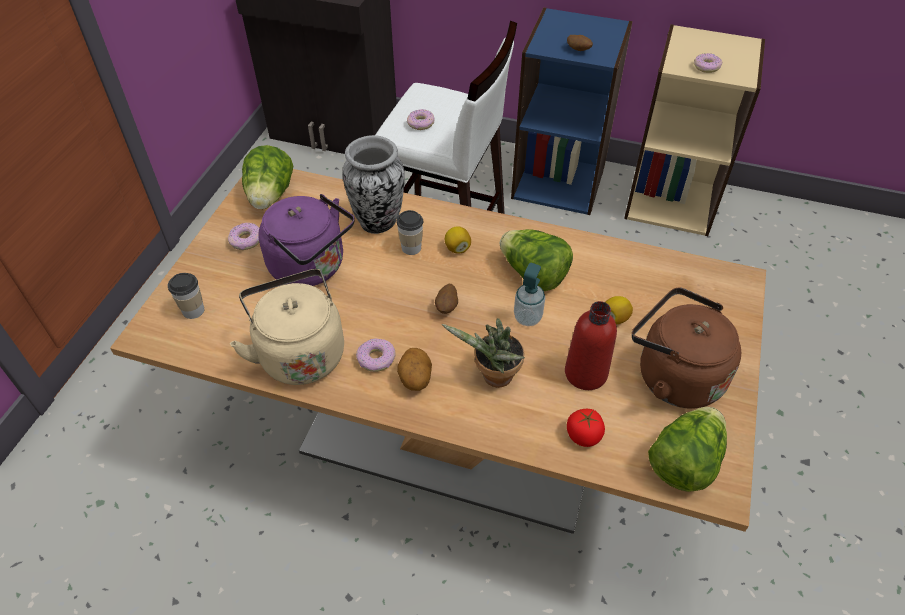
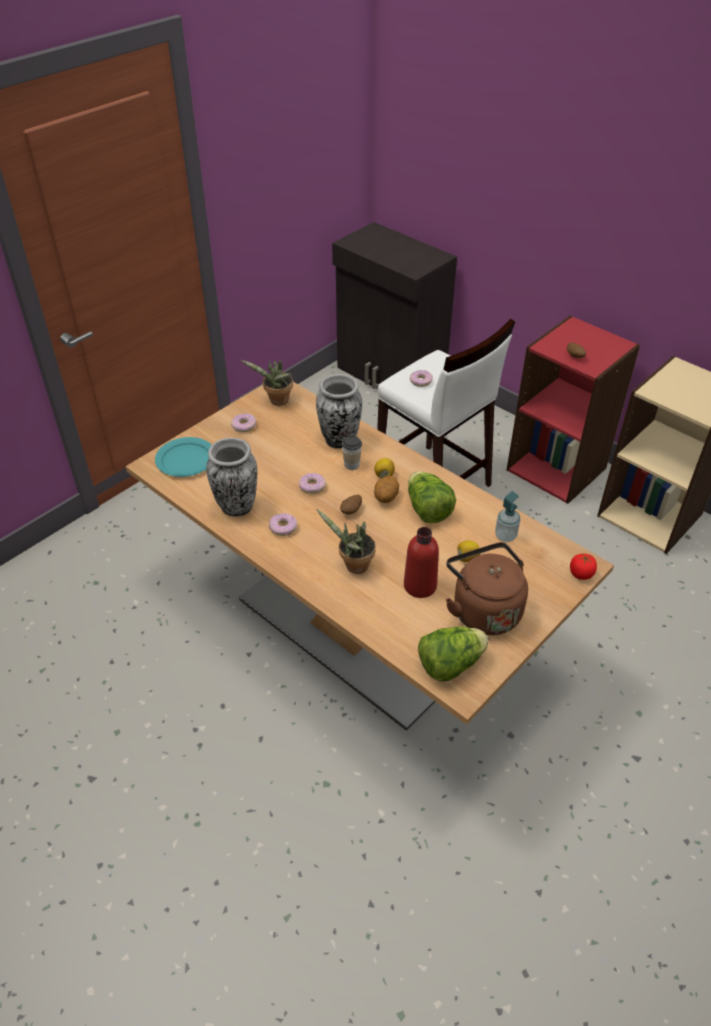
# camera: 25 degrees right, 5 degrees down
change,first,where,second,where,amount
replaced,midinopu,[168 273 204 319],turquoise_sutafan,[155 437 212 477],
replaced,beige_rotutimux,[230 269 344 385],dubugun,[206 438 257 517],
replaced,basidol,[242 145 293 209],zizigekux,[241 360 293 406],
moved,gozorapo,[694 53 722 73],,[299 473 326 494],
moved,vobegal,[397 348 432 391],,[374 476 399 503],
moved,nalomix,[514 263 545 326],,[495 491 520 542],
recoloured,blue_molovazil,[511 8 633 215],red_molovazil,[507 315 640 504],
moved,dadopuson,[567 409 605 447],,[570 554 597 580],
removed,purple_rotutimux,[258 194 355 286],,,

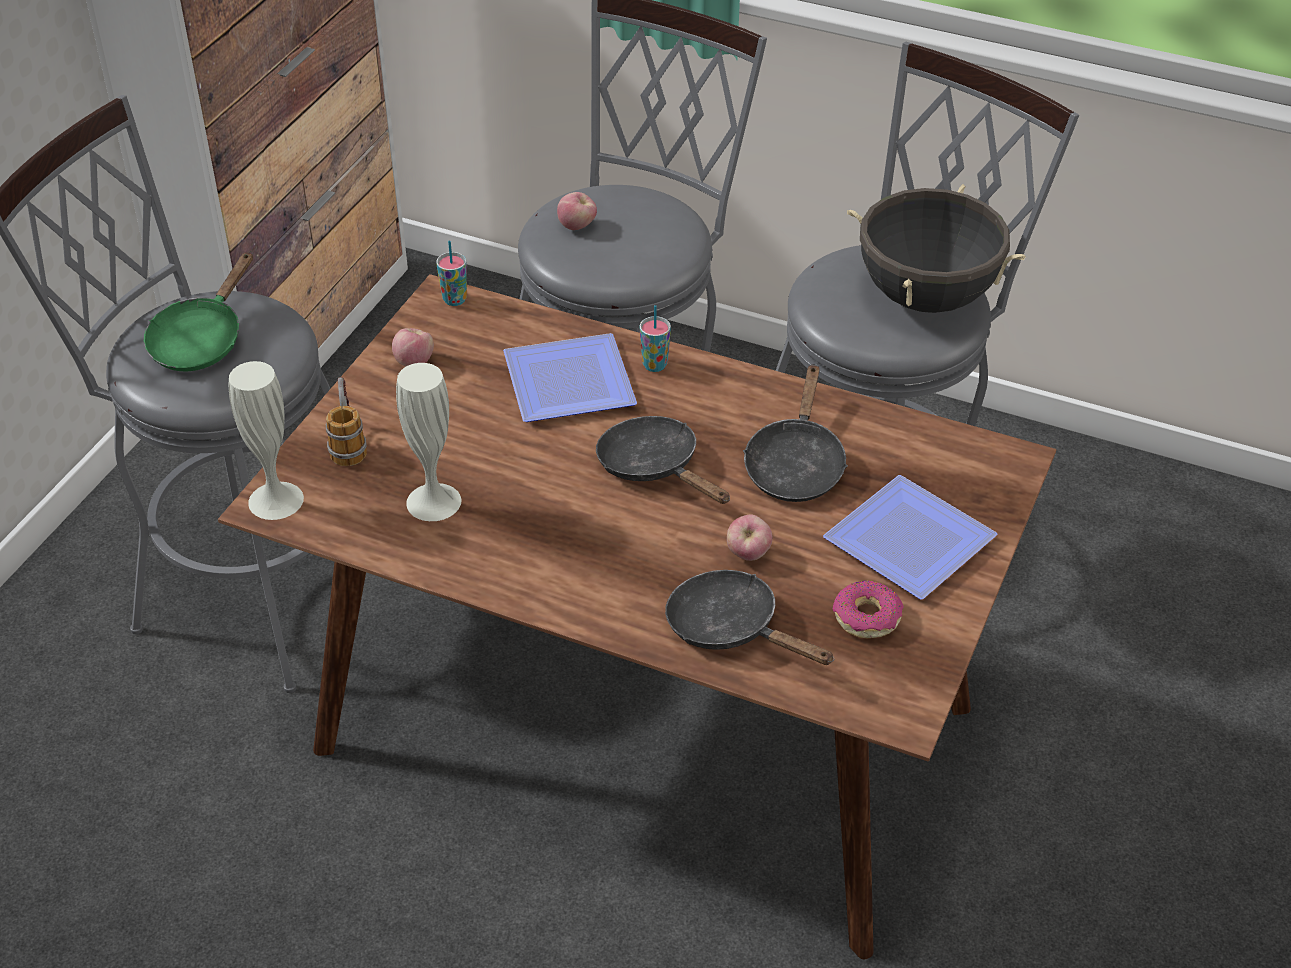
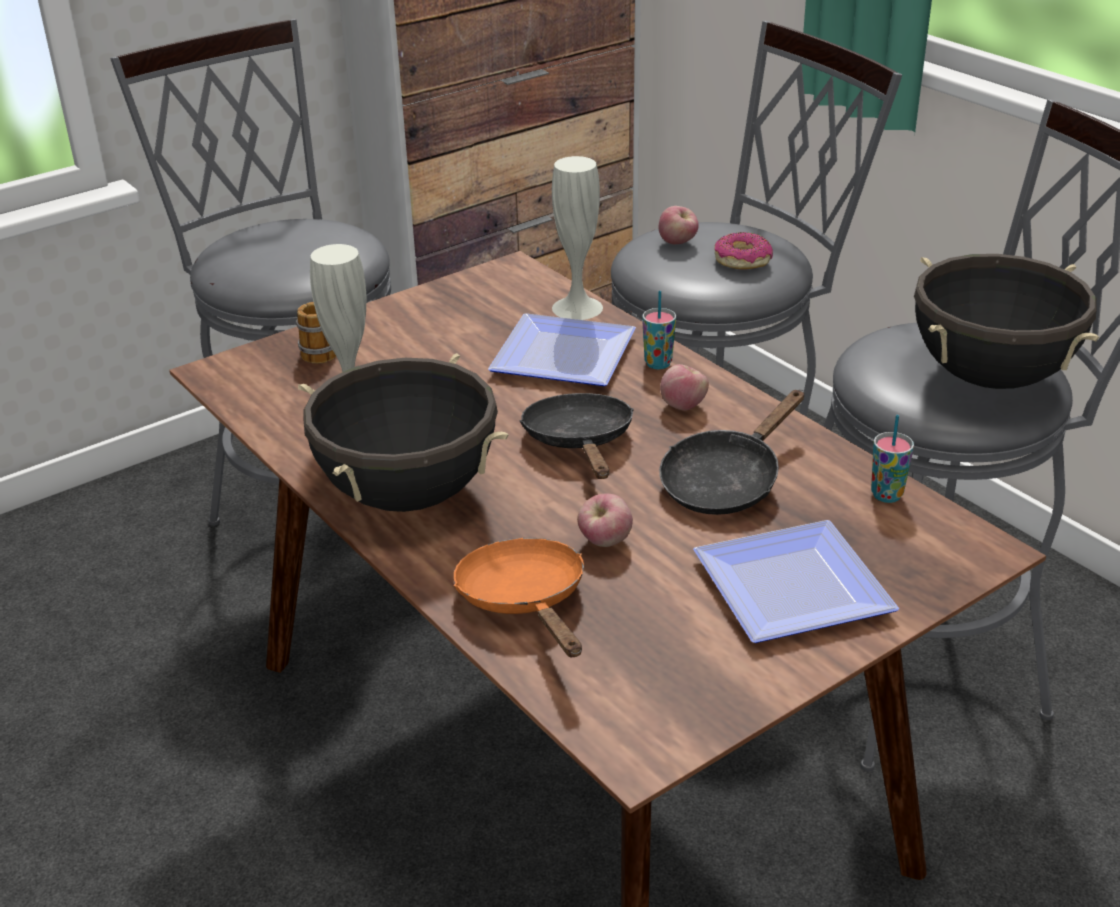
# camera: 30 degrees right, 10 degrees down
change,first,where,second,where,amount
added,,,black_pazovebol,[298 353 509 512],
recoloured,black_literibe,[665 570 834 665],orange_literibe,[454 538 584 657],
moved,white_dubugun,[229 361 304 520],,[552 156 603 320],
moved,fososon,[392 328 434 366],,[660 364 709 411],
moved,gozorapo,[833 580 904 638],,[714 232 773 269],
moved,midinopu,[436 240 467 306],,[871 415 914 503],
removed,green_literibe,[144 251 253 371],,,

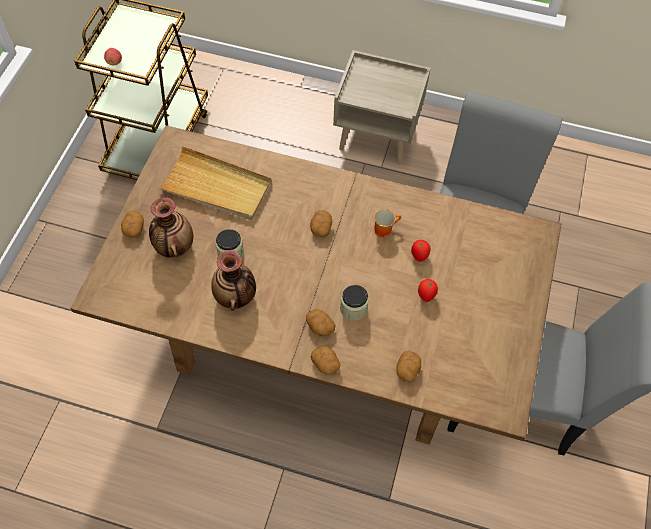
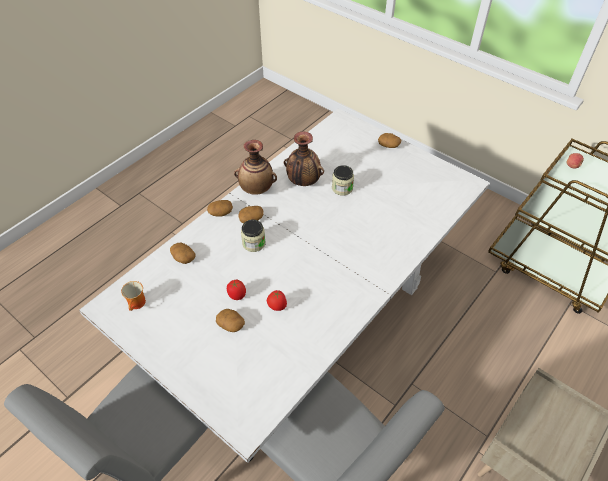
# camera: 115 degrees right, 10 degrees down
change,first,where,second,where,amount
recoloured,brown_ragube,[70 125 561 444],white_ragube,[79 108 490 463],
moved,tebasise,[374 209 401 237],,[121 281 146 311],
moved,vobegal,[310 210 332 237],,[216 309 245 332],
moved,dubugun,[149 197 193 258],,[234 140 277 195],
removed,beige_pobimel,[157 146 272 220],,,

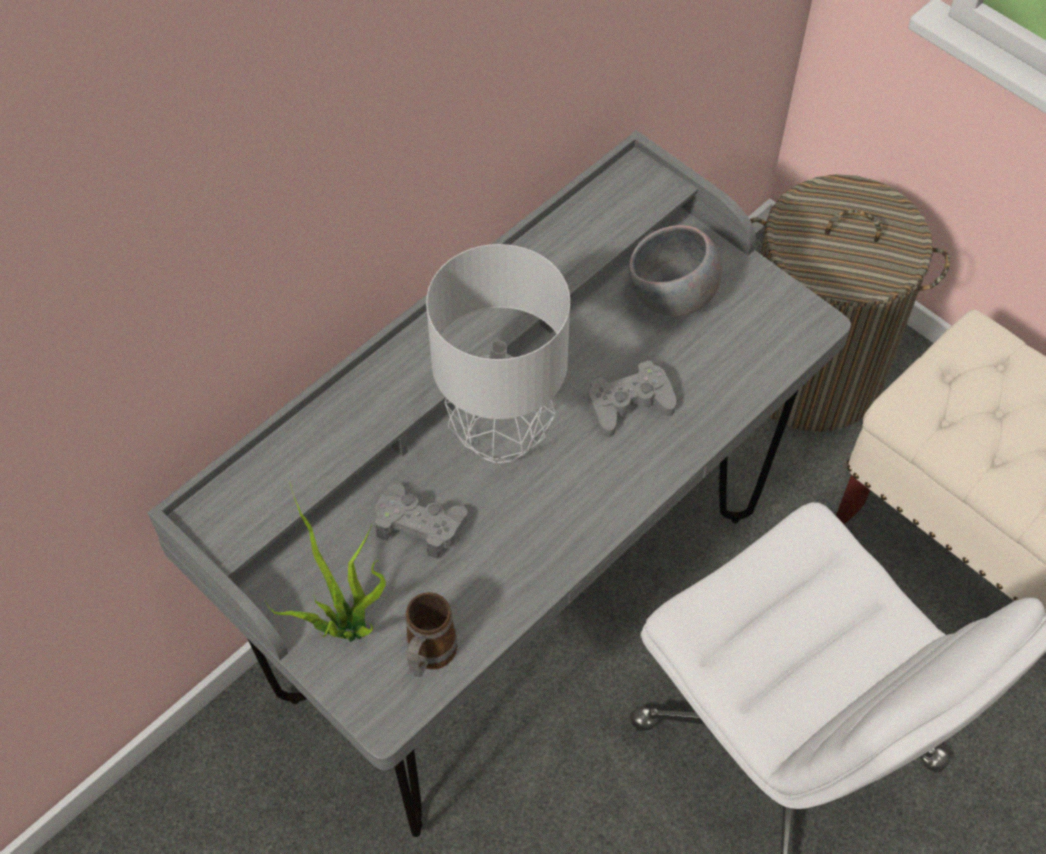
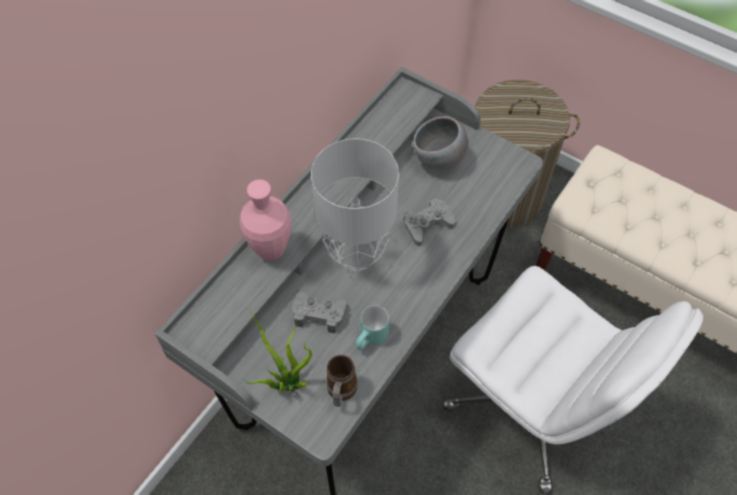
# camera: 10 degrees left, 0 degrees up
change,first,where,second,where,amount
added,,,pink_dubugun,[239 179 292 261],
added,,,turquoise_tebasise,[355 305 389 350],

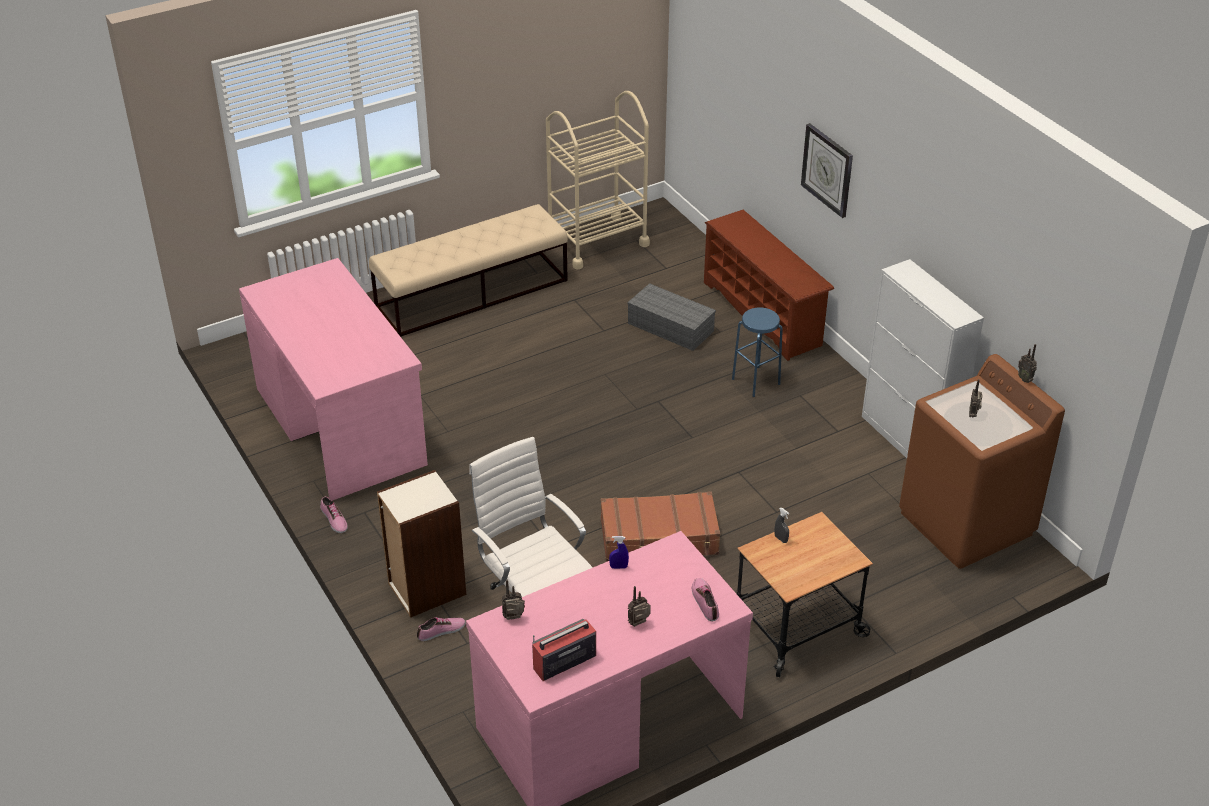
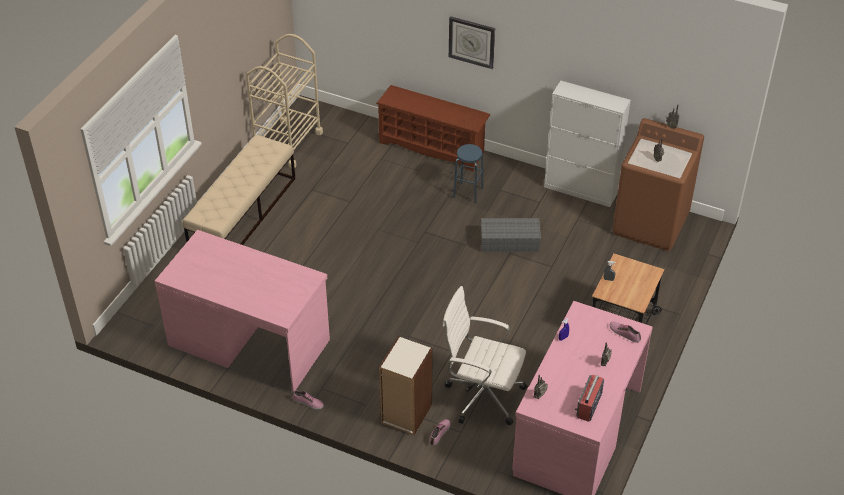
# camera: 35 degrees left, 5 degrees up
change,first,where,second,where,amount
moved,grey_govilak,[627 283 716 351],,[481 218 541 252],
removed,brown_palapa,[601 491 720 562],,,

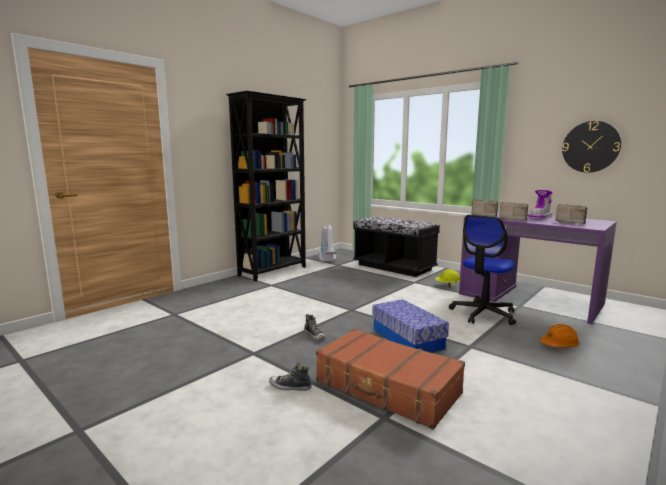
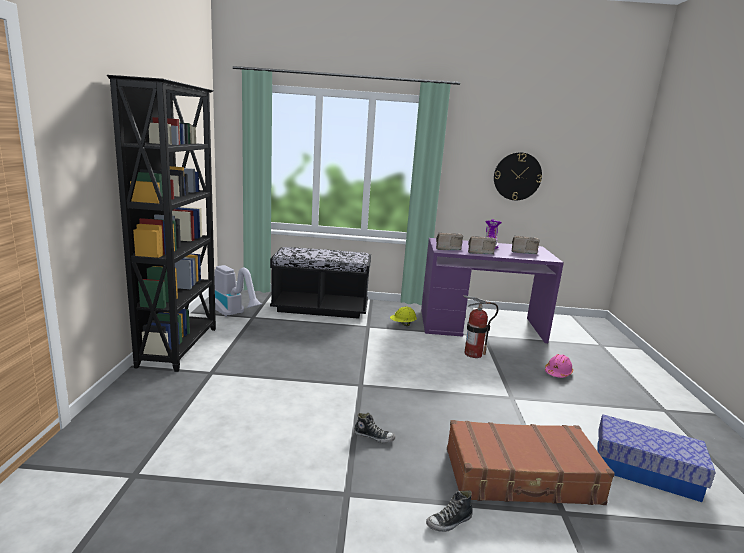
# camera: 40 degrees left, 5 degrees up
change,first,where,second,where,amount
replaced,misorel,[449 215 516 325],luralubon,[463 295 498 358],
recoloured,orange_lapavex,[540 324 580 348],pink_lapavex,[545 354 573 378],
moved,govilak,[372 299 449 353],,[597 414 716 502],

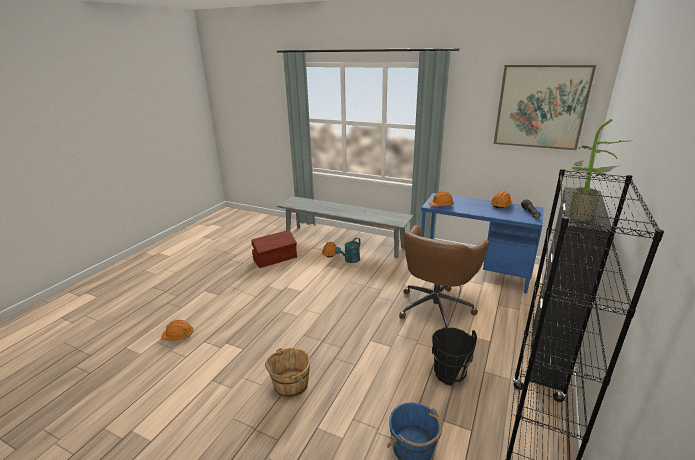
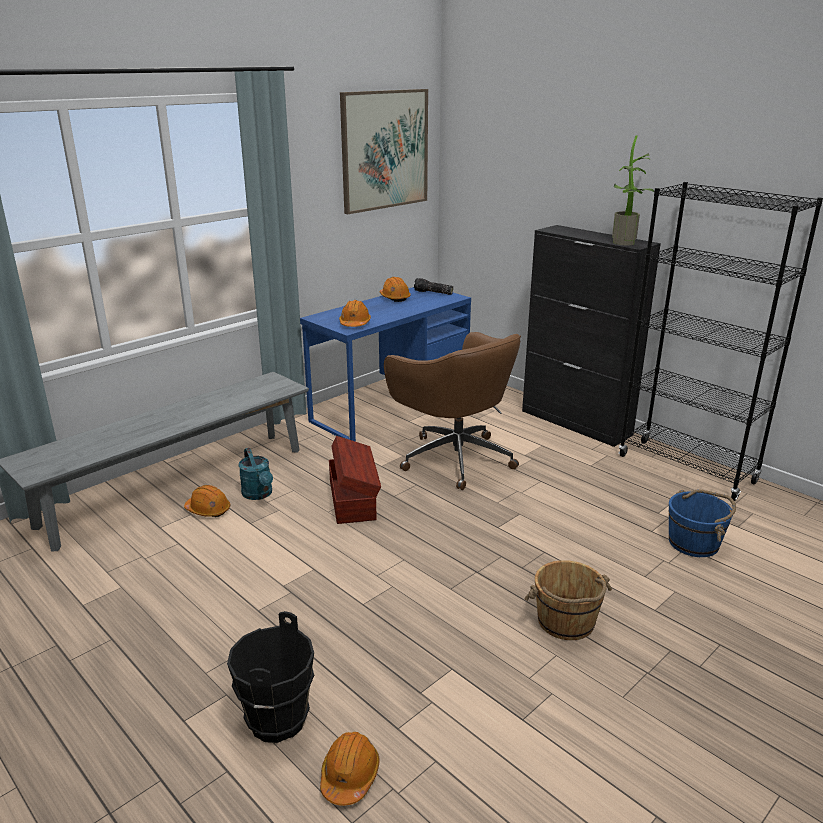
# camera: 70 degrees left, 0 degrees up
change,first,where,second,where,amount
moved,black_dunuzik,[432 328 477 386],,[227 611 314 743],
moved,brown_govilak,[251 230 297 268],,[329 436 381 524],

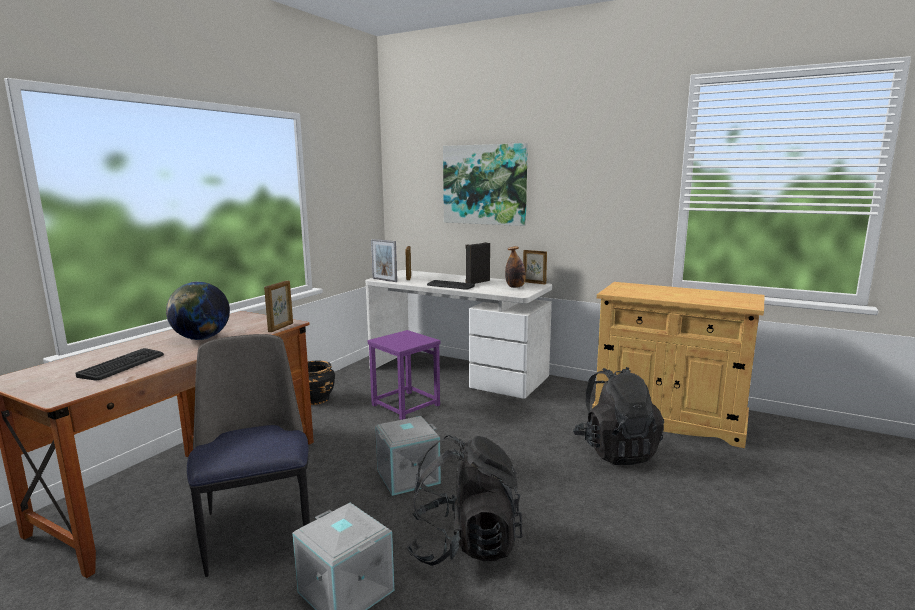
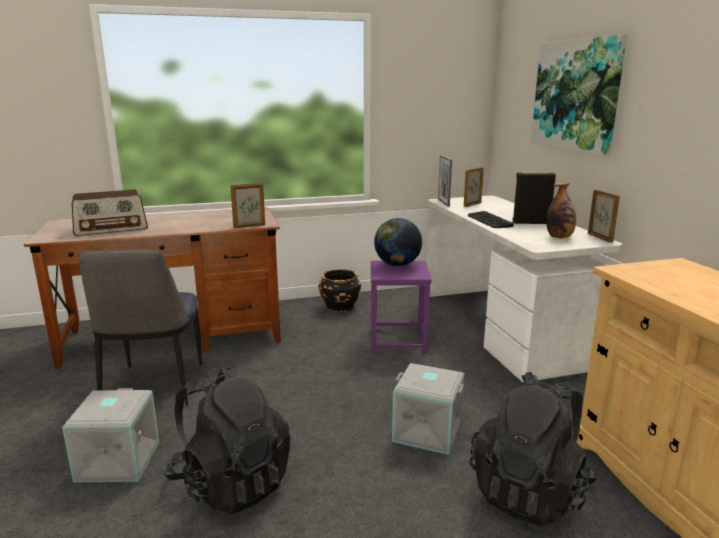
# camera: 45 degrees right, 5 degrees up
change,first,where,second,where,amount
replaced,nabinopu,[75 348 164 380],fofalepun,[72 189 148 236],
turned,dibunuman,[187 334 310 577],,[78 249 202 406],150 degrees clockwise
moved,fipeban,[166 282 230 340],,[374 218 422 267],
moved,grey_govilak,[375 416 441 496],,[392 363 464 455],

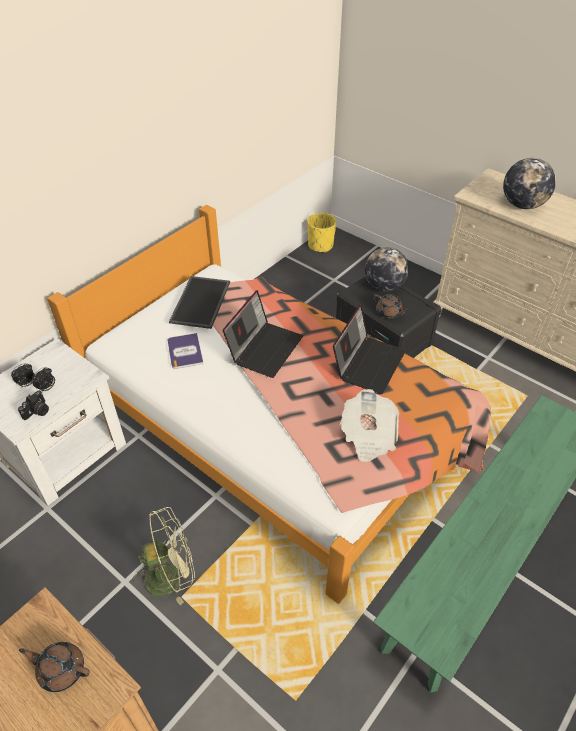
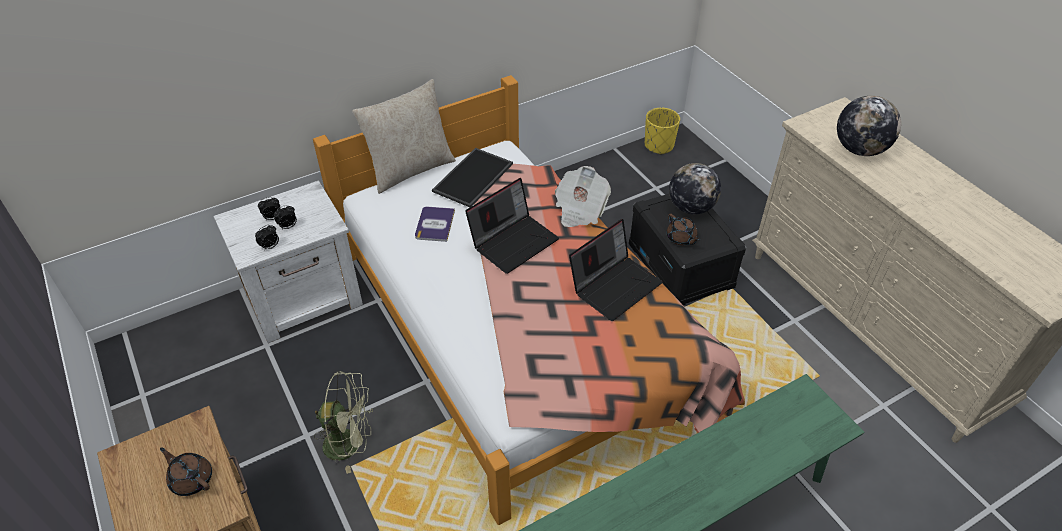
# camera: 20 degrees right, 0 degrees up
change,first,where,second,where,amount
replaced,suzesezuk,[18 391 49 420],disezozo,[255 225 279 251],
added,,,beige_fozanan,[352 79 456 194],
moved,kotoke,[340 389 399 462],,[555 166 611 227],

